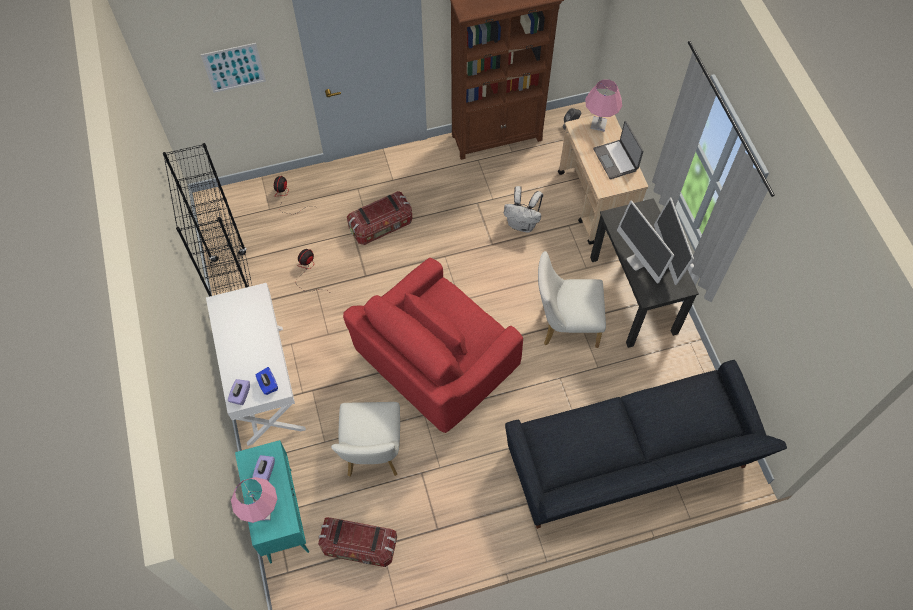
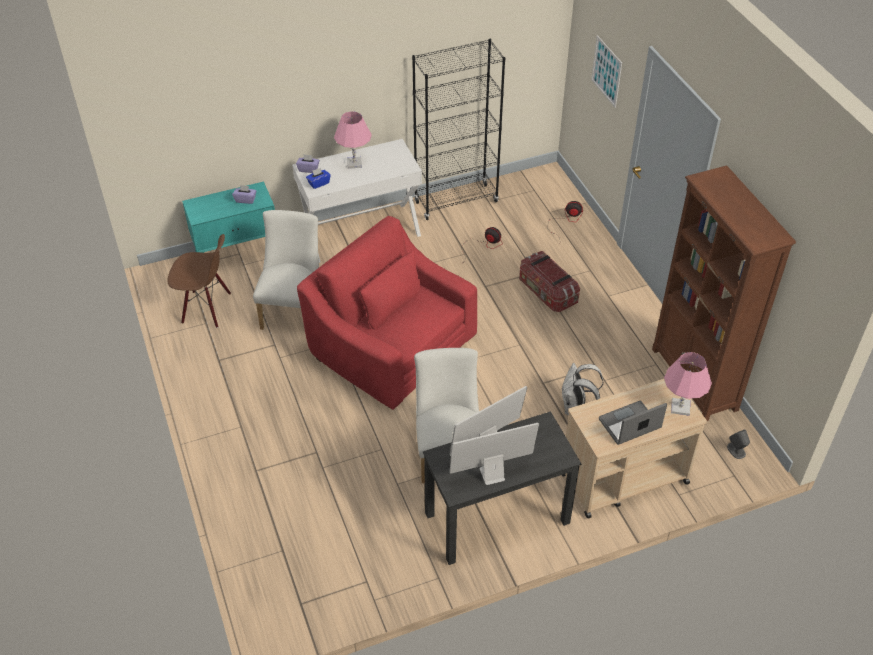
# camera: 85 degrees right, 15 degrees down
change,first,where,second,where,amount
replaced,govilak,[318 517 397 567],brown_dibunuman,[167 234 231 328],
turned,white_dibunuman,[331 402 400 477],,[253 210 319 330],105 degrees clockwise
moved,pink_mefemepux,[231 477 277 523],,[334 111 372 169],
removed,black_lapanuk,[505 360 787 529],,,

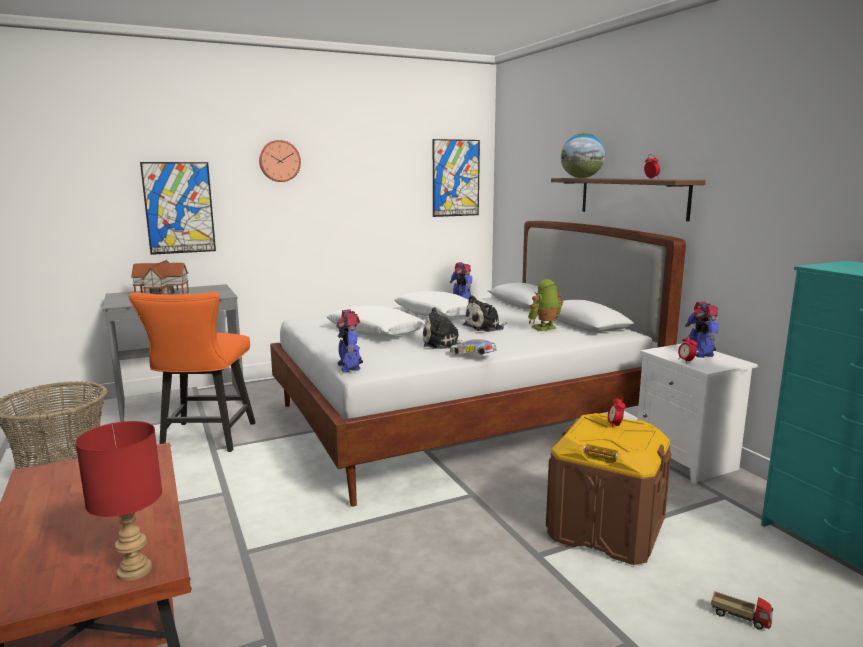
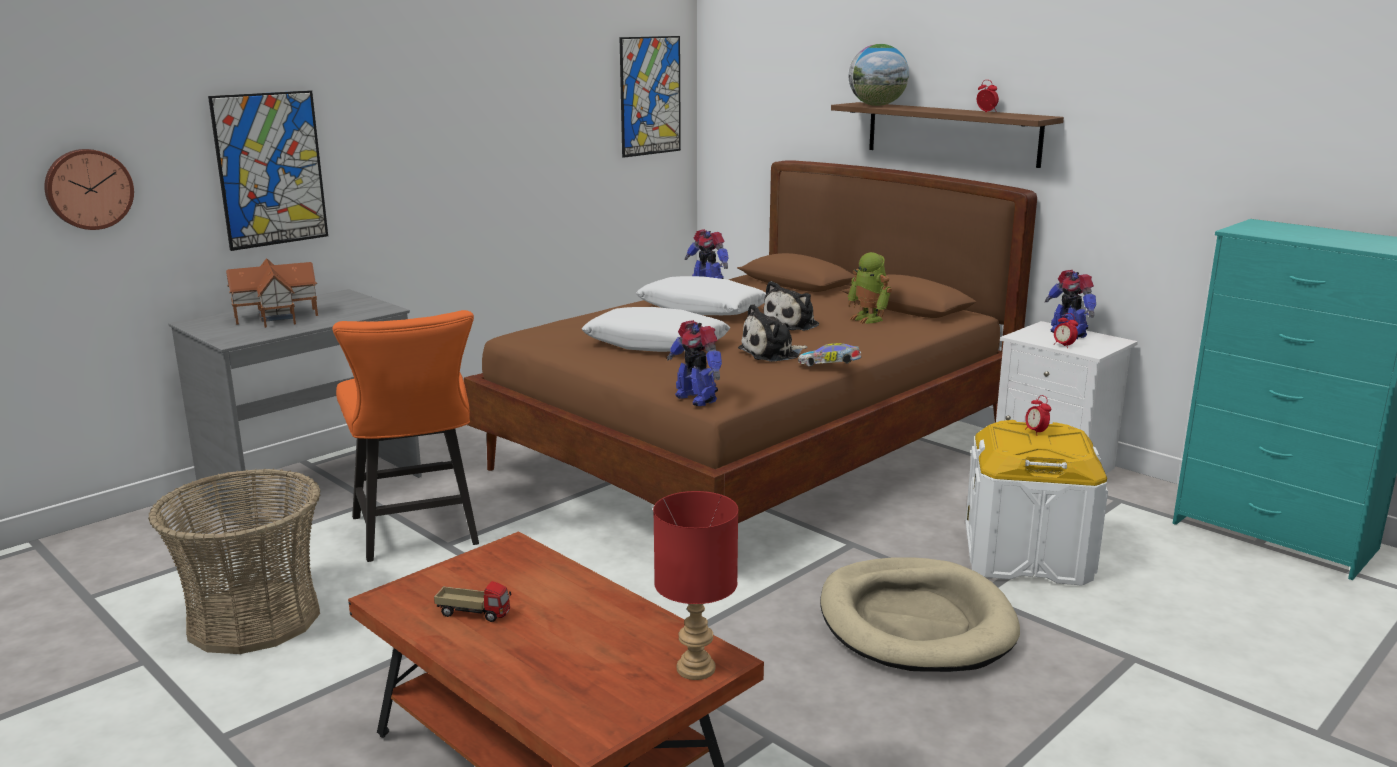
# camera: 20 degrees left, 5 degrees up
change,first,where,second,where,amount
moved,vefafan,[259 140 301 182],,[44 149 134 230],
moved,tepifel,[711 591 773 630],,[434 581 511 622],
recoloured,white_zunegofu,[270 221 686 506],brown_zunegofu,[464 160 1037 523],
added,,,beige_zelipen,[820 557 1020 672],
turned,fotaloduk,[528 279 563 331],,[848 252 892 324],75 degrees counterclockwise
recoloured,brown_govilak,[546 413 672 565],white_govilak,[965 420 1108 586],

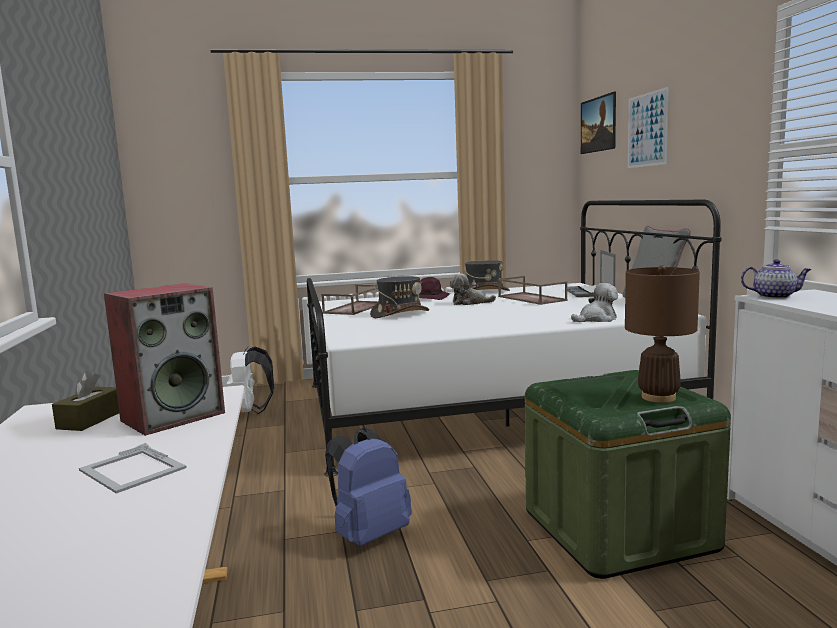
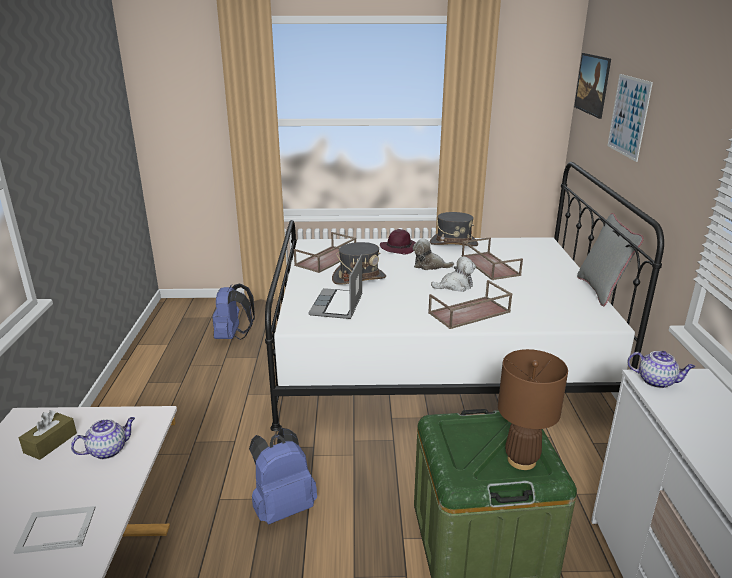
# camera: 10 degrees right, 15 degrees up
change,first,where,second,where,amount
turned,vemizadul,[79 443 187 494],,[13 506 96 554],120 degrees clockwise
replaced,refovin,[104 283 225 436],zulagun,[71 417 135 459],
recoloured,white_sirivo,[227 347 274 414],blue_sirivo,[212 284 255 340],
moved,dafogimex,[567 250 616 297],,[308 254 362 319],
added,,,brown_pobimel,[428 280 512 329],
moved,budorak,[571 283 618 322],,[431 256 476 292],

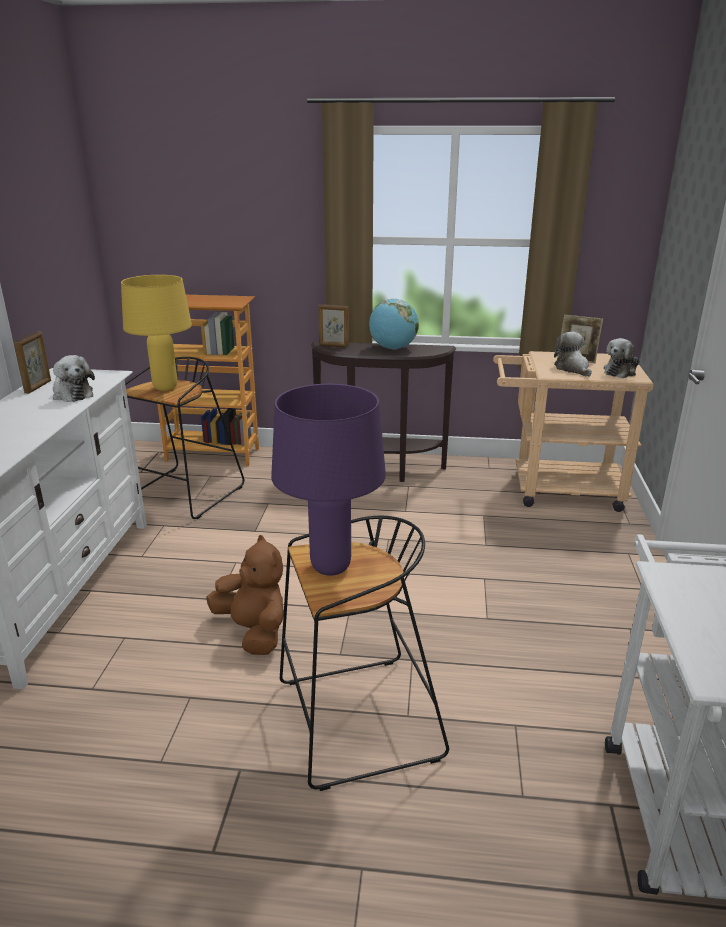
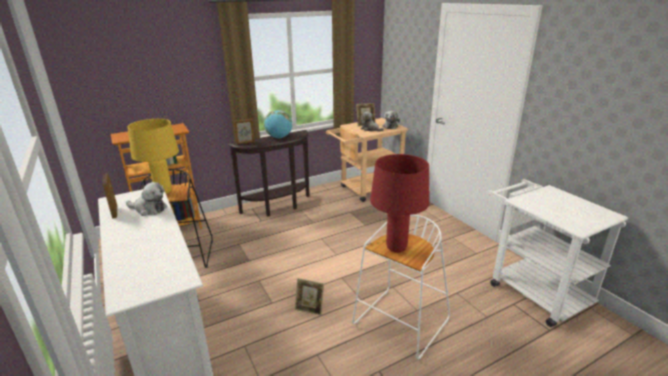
# camera: 35 degrees left, 0 degrees up
change,first,where,second,where,amount
replaced,brown_budorak,[206 535 284 655],vemizadul,[295 278 324 315],
recoloured,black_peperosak,[280 516 449 791],white_peperosak,[352 215 450 360],
recoloured,purple_mefemepux,[271 384 386 576],red_mefemepux,[370 154 430 253],

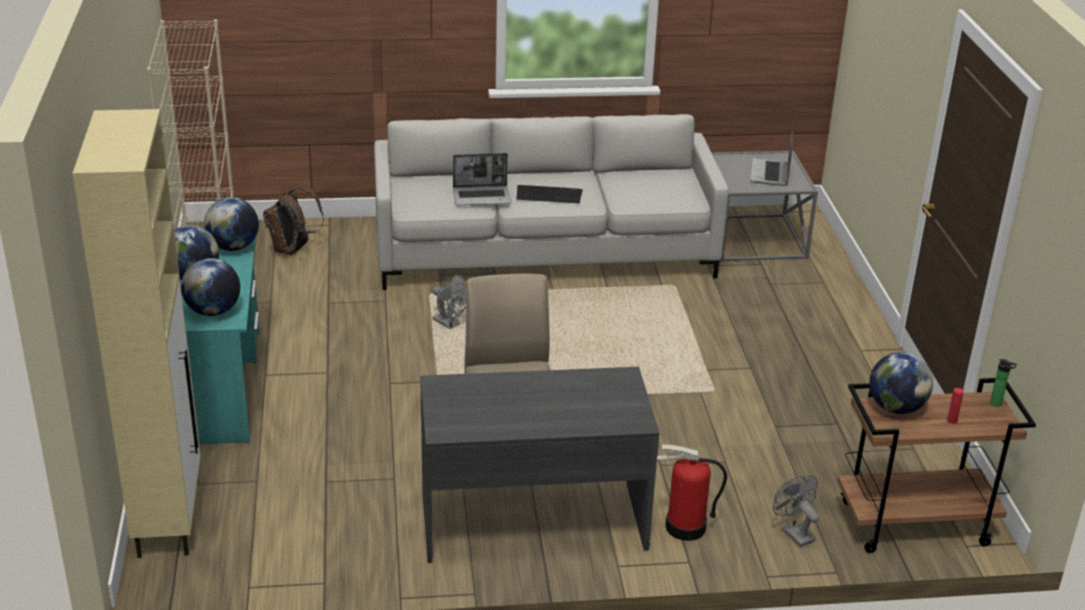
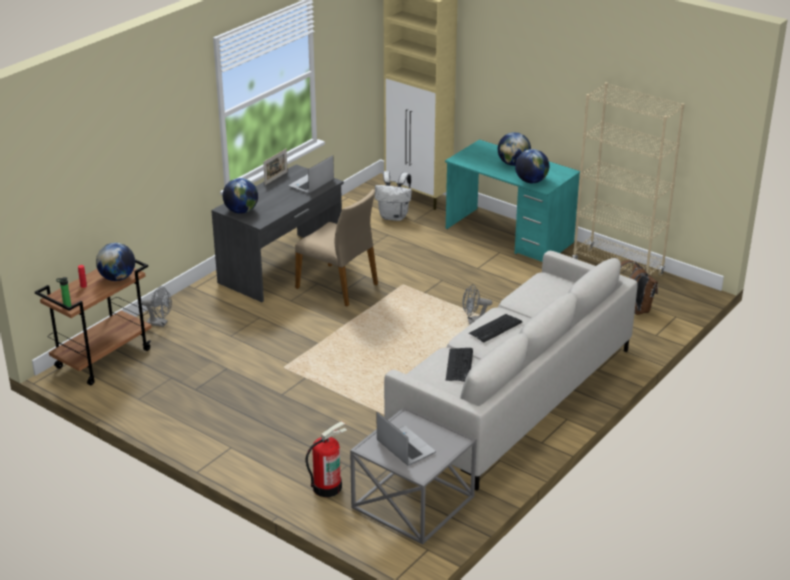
# camera: 135 degrees right, 0 degrees up
change,first,where,second,where,amount
moved,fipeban,[181 258 240 316],,[223 178 258 214],
added,,,vemizadul,[263 149 288 185],
moved,dafogimex,[453 153 511 205],,[288 155 334 194],
moved,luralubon,[657 445 727 541],,[305 421 347 497],
added,,,white_sirivo,[375 171 412 221],
added,,,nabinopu,[446 348 473 382],

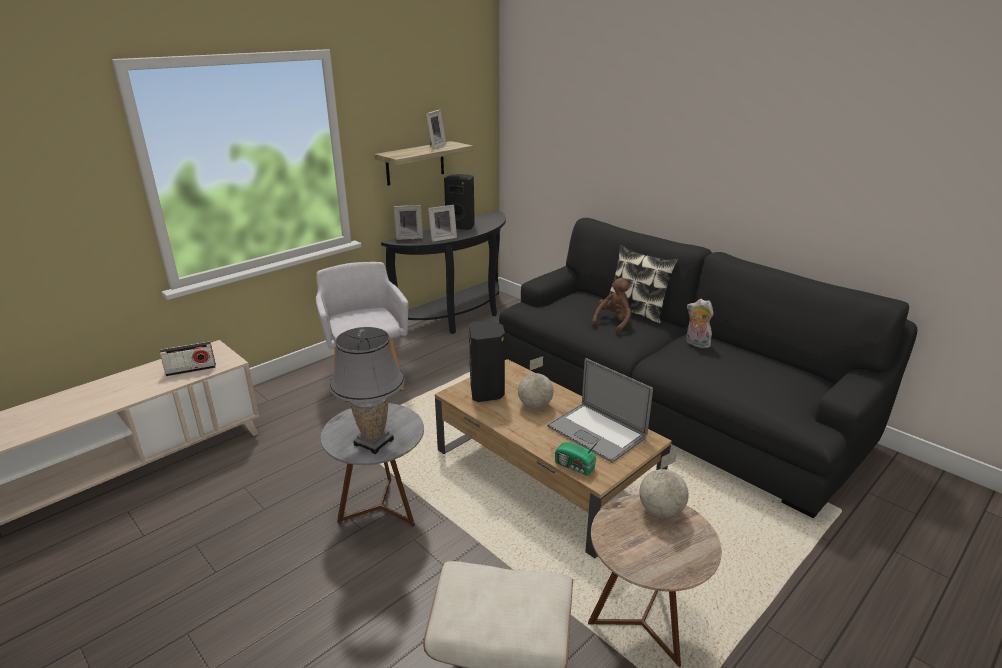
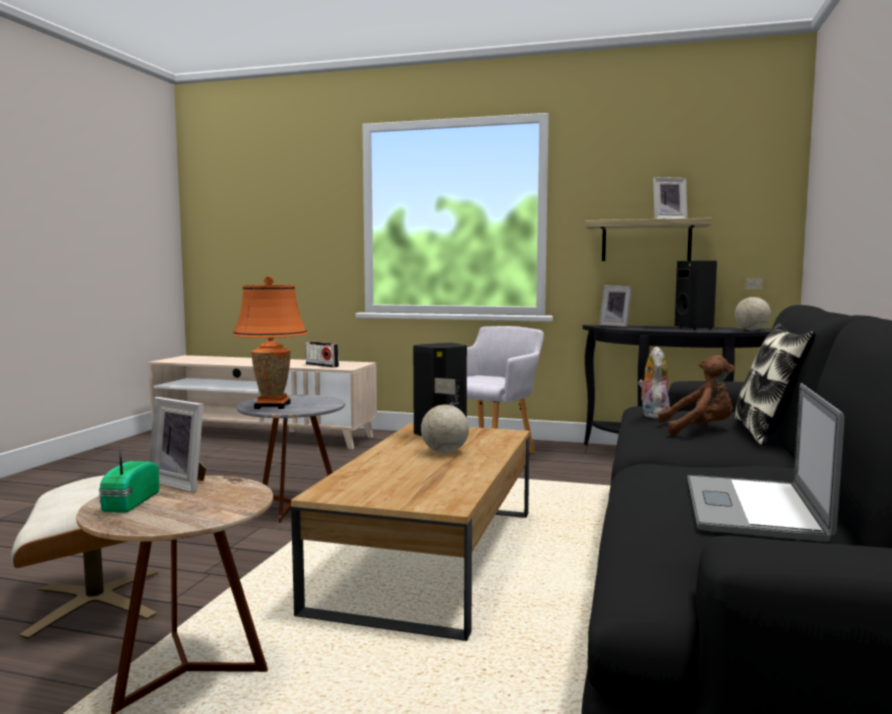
# camera: 60 degrees right, 20 degrees down
change,first,where,second,where,amount
moved,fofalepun,[555 438 601 476],,[99 445 159 513],
moved,vemizadul,[428 205 457 242],,[149 397 206 492],
recoloured,grey_mefemepux,[329 327 405 454],orange_mefemepux,[233 276 308 409],
moved,budorak,[686 299 714 348],,[638 347 670 419],
moved,dafogimex,[547 358 653 463],,[688 383 844 542],
moved,fipeban,[639 449 689 518],,[735 278 771 330],

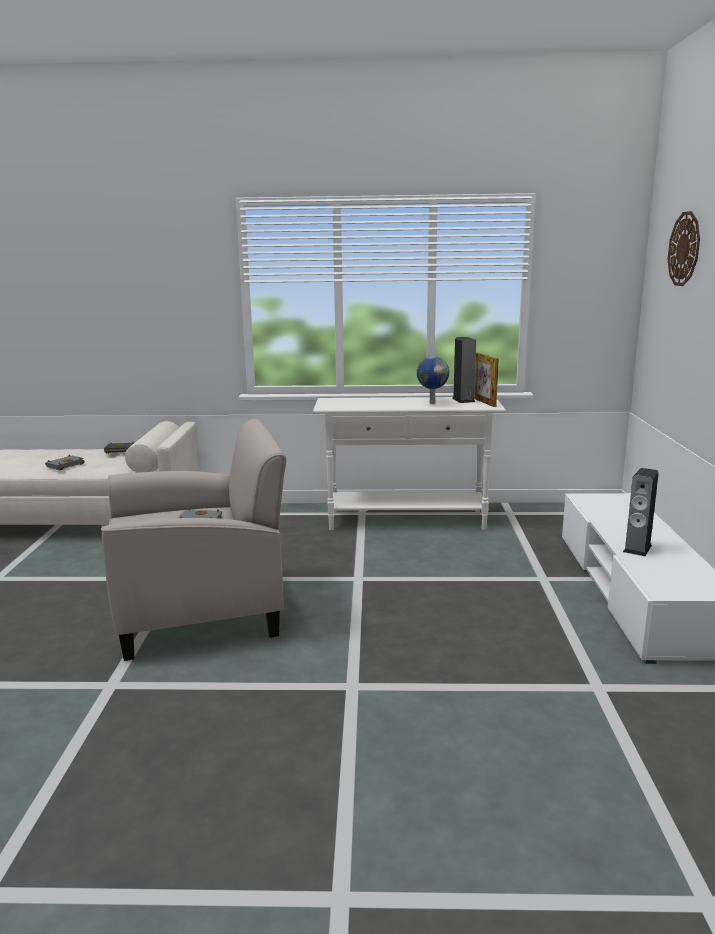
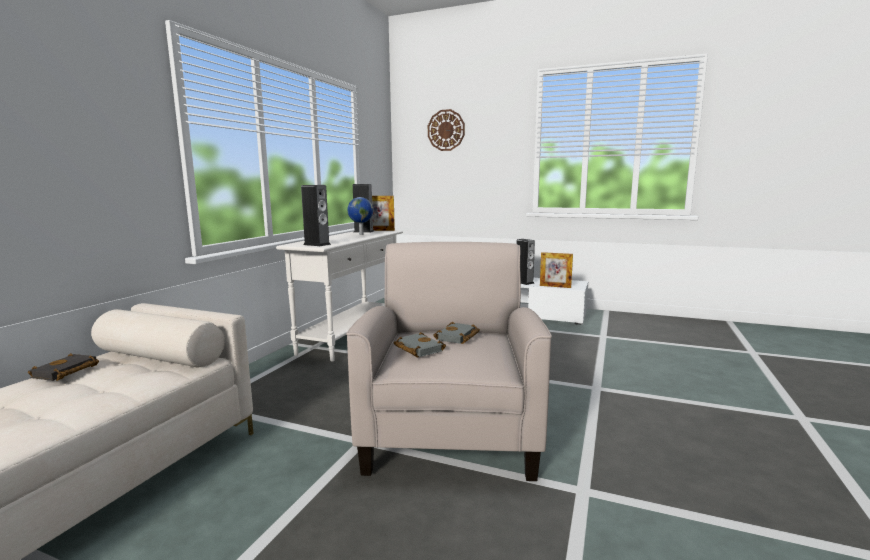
# camera: 70 degrees left, 5 degrees down
change,first,where,second,where,amount
added,,,refovin,[301 185 331 246],
moved,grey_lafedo,[45 454 85 470],,[394 332 446 357],
added,,,vemizadul,[540 252 573 288],

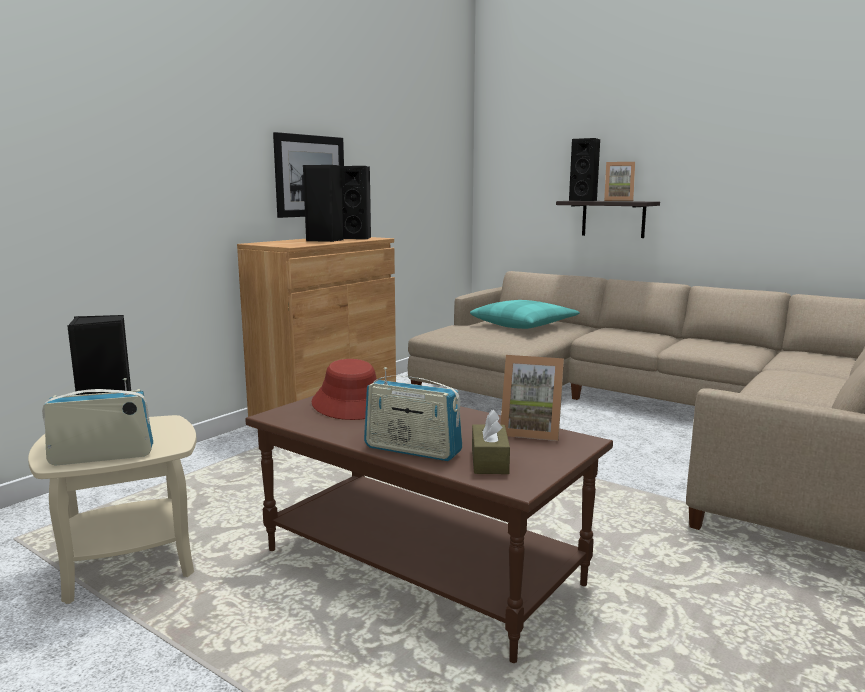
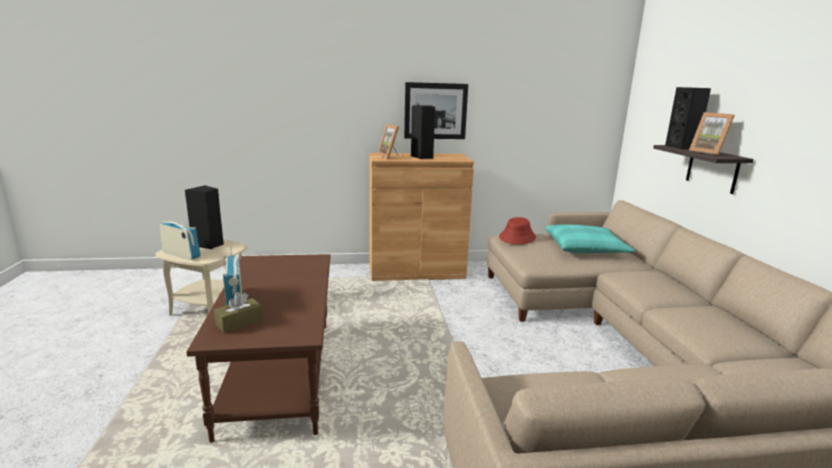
# camera: 45 degrees right, 5 degrees up
change,first,where,second,where,amount
moved,vemizadul,[500 355 564 441],,[377 124 399 159],
moved,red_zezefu,[311 359 377 420],,[499 217 536 245],
removed,black_refovin,[341 166 371 239],,,

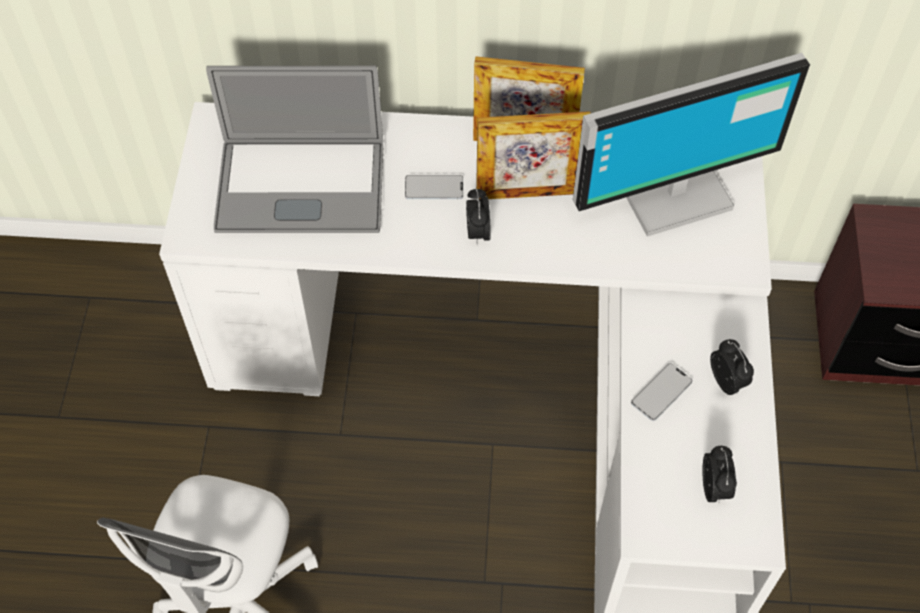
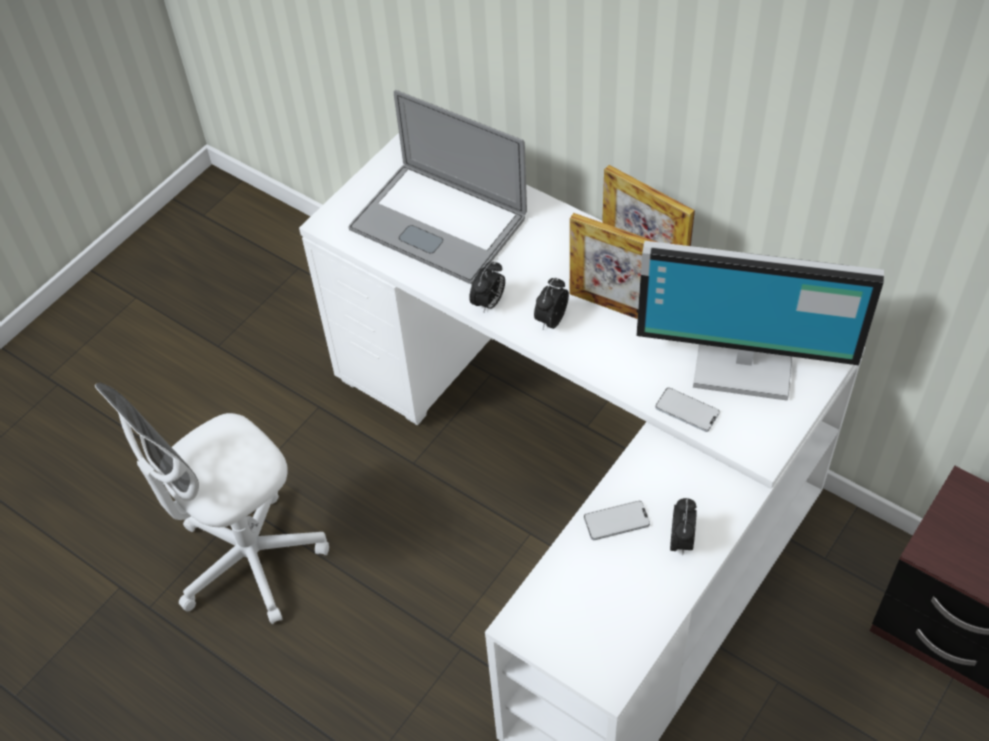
# camera: 35 degrees right, 5 degrees down
change,first,where,second,where,amount
moved,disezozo,[702 446 737 504],,[469 261 505 312],
moved,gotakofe,[405 175 463 199],,[655 387 720 432],

